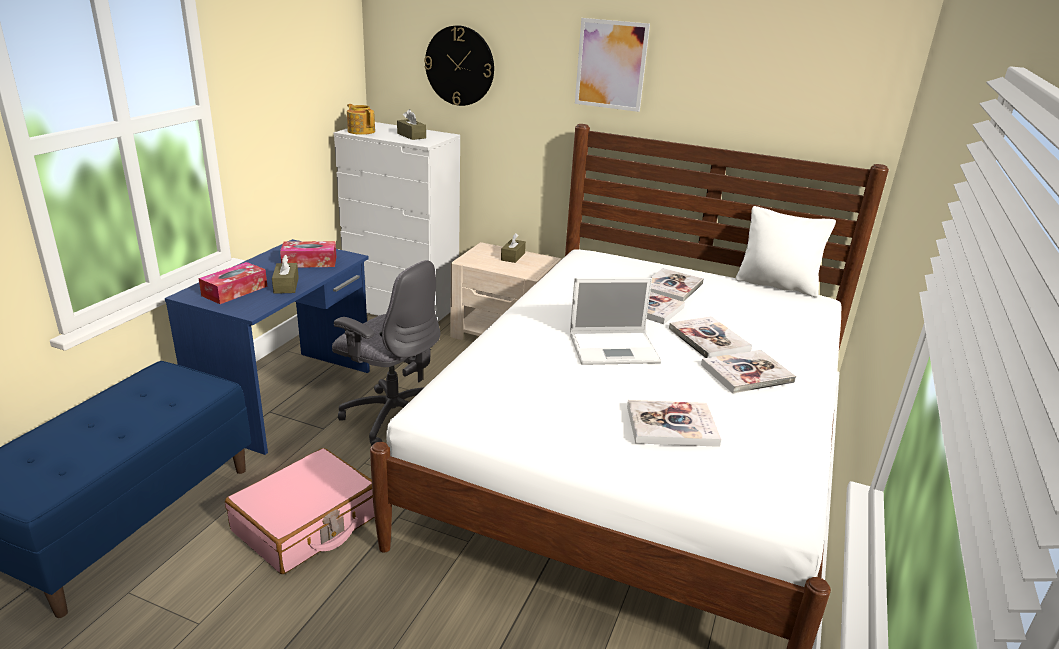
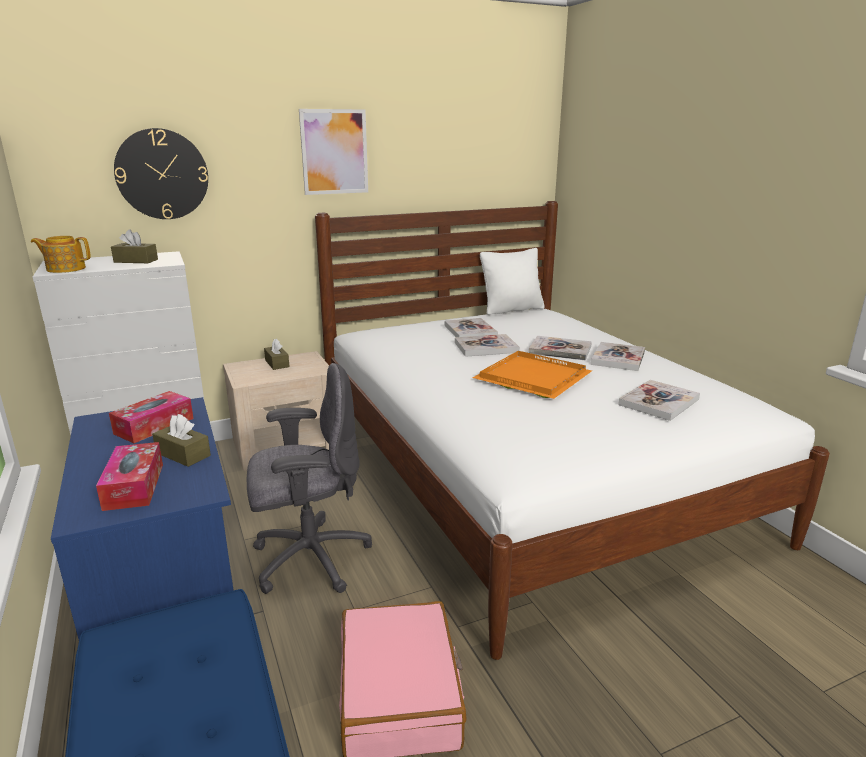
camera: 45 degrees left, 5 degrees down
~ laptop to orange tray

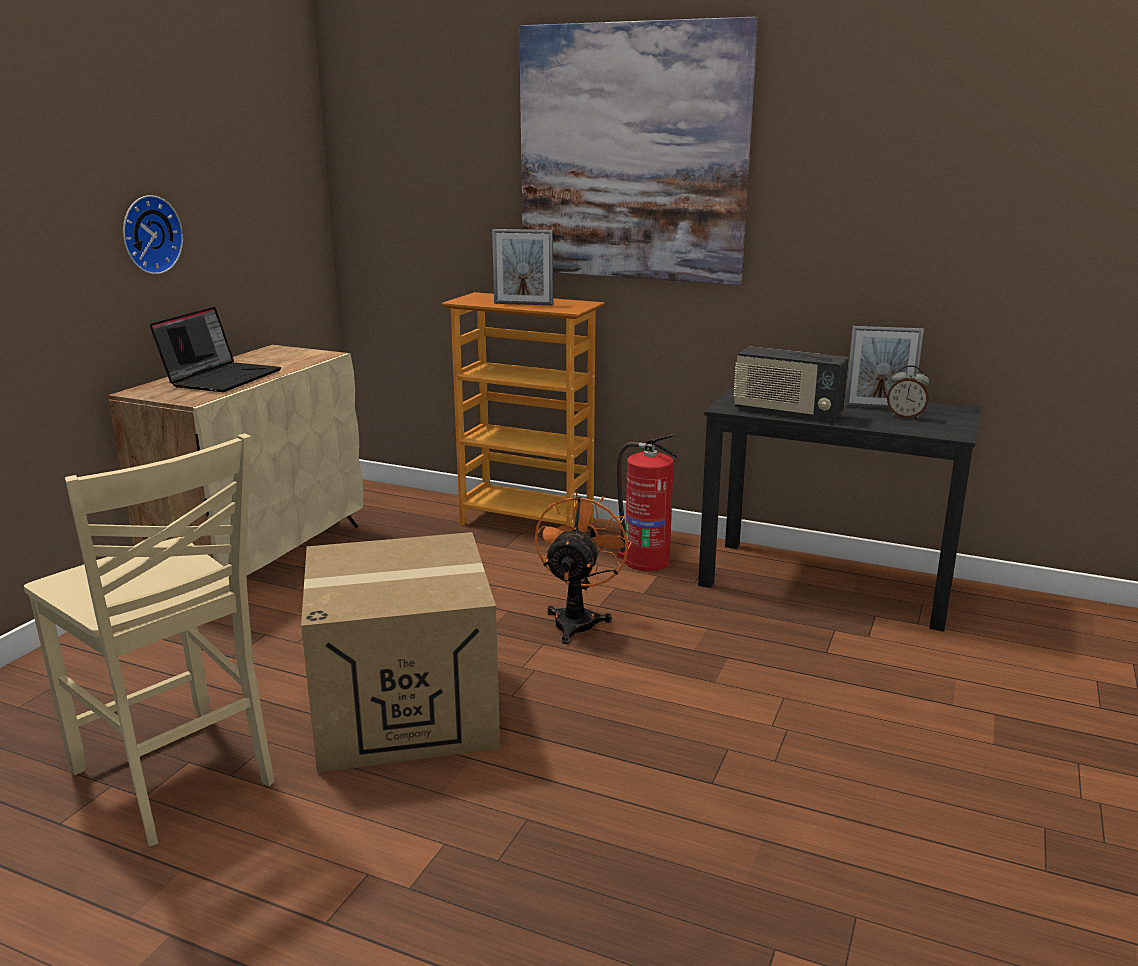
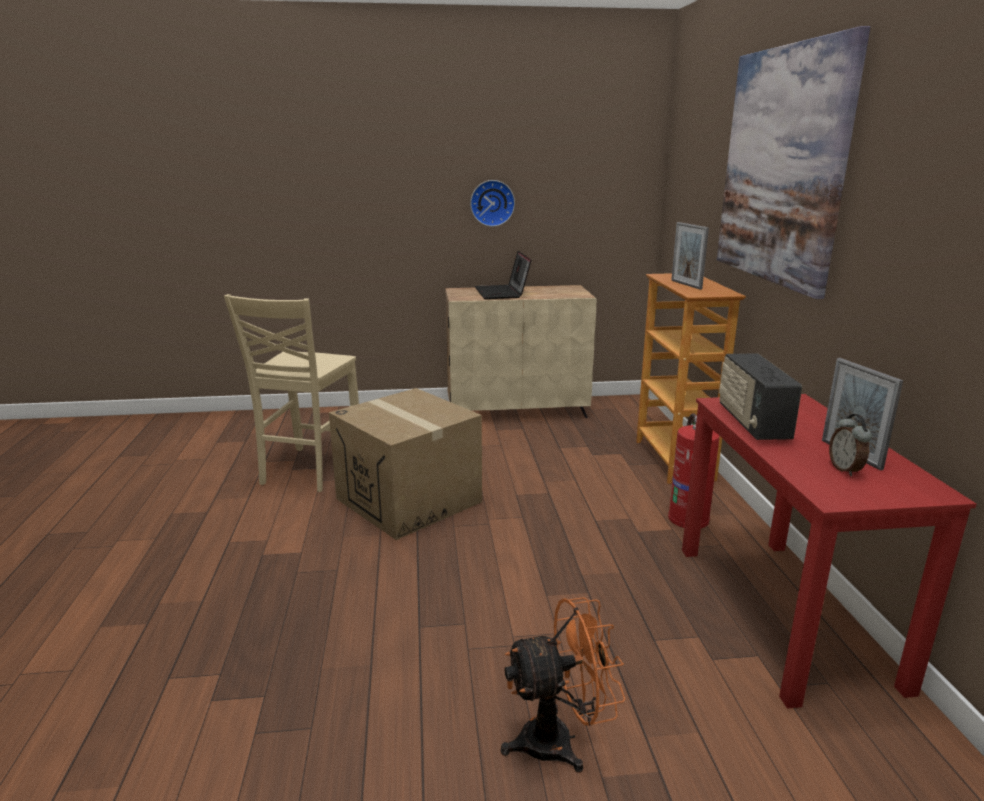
camera: 60 degrees right, 0 degrees up
~ laptop 90 degrees clockwise
~ orange fan
~ black desk to red desk

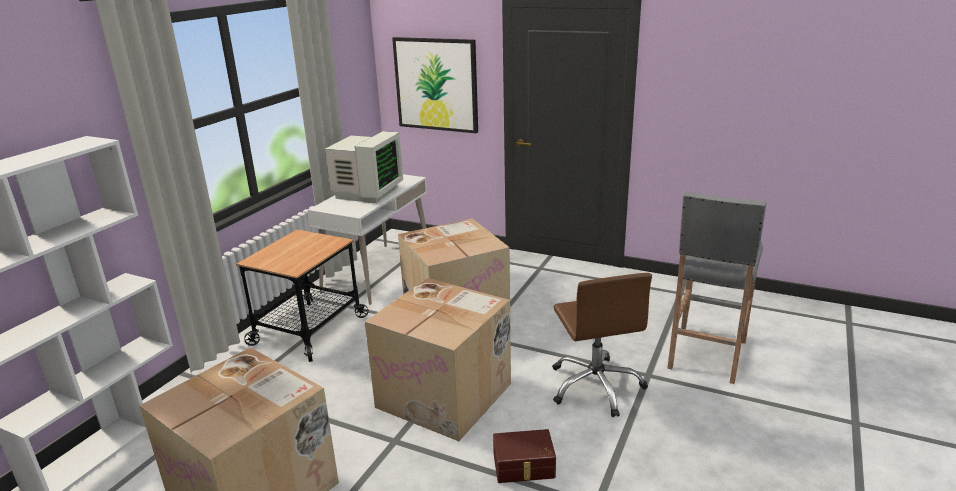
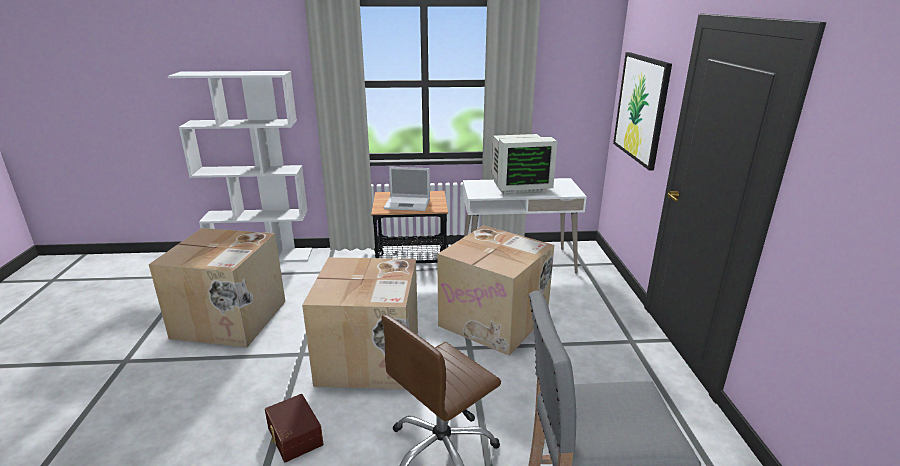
camera: 60 degrees right, 0 degrees up
+ laptop

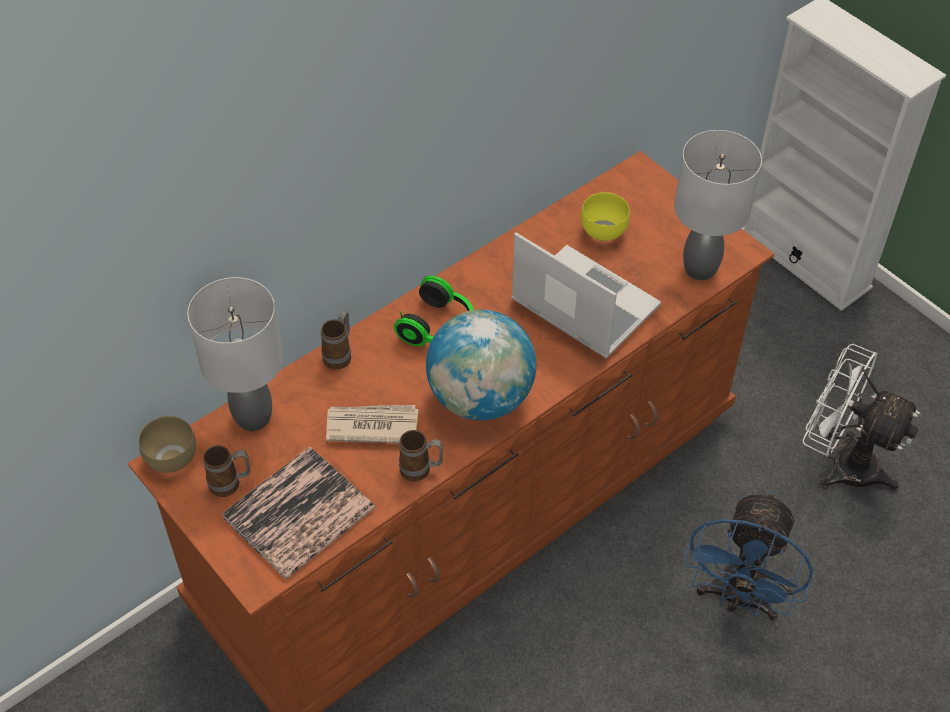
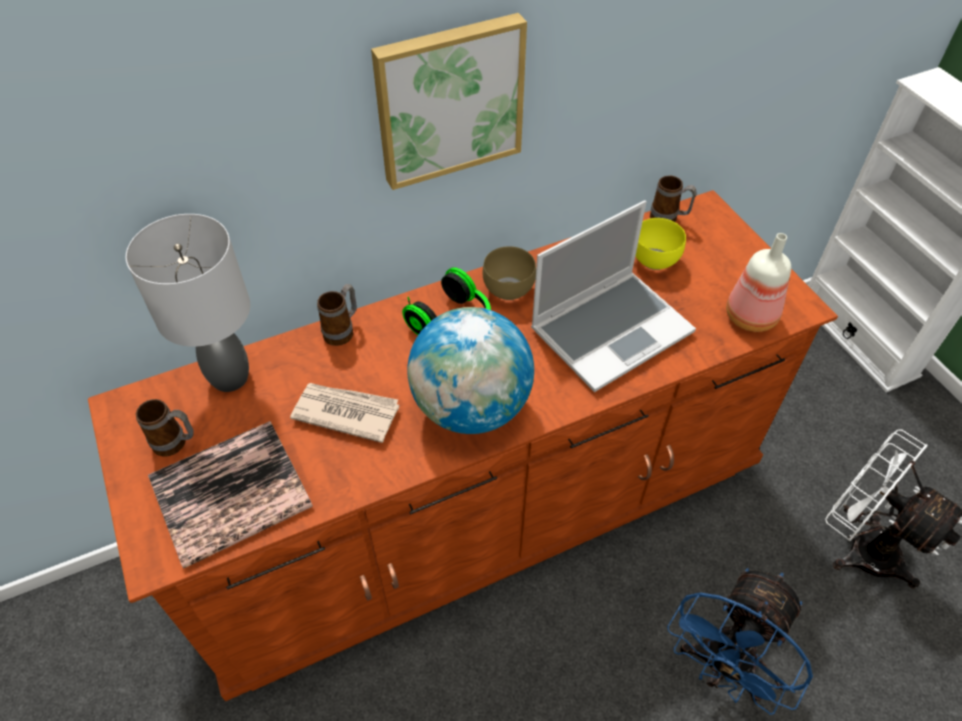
camera: 15 degrees right, 0 degrees up
+ picture
~ brown bowl
~ laptop 90 degrees clockwise
~ mug (3rd from left)
~ grey table lamp (2nd from left) to bottle

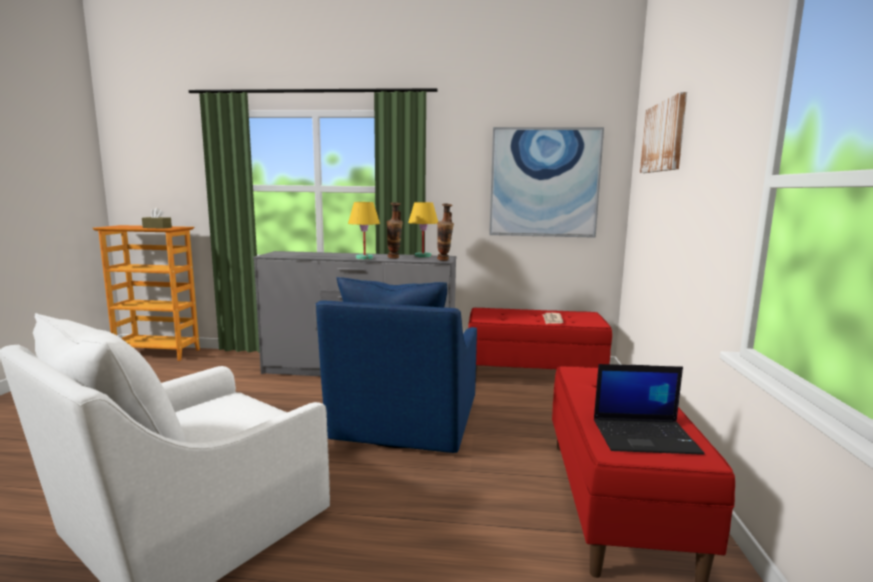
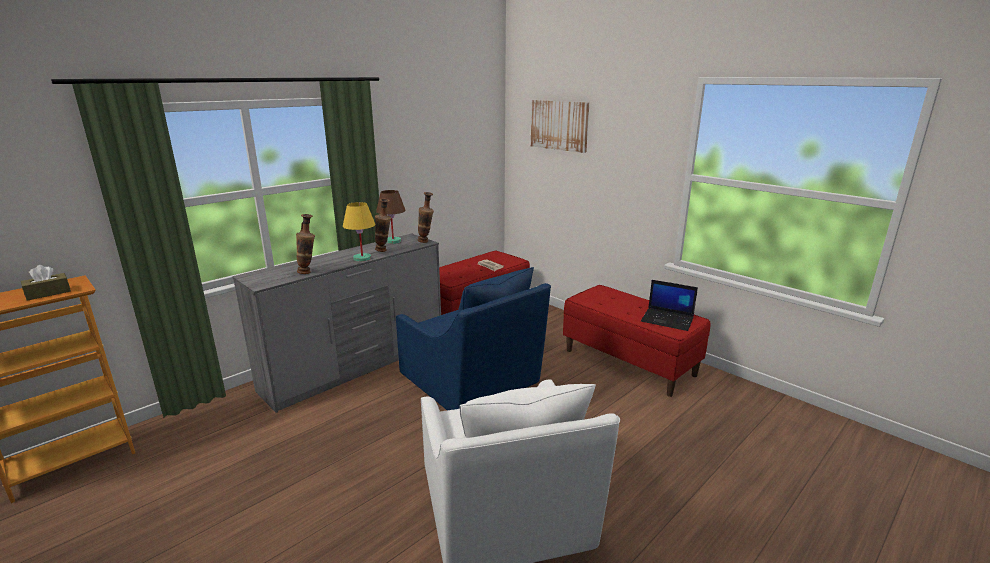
camera: 50 degrees left, 10 degrees up
+ vase (1st from left)
~ yellow table lamp (2nd from left) to brown table lamp
~ laptop 75 degrees clockwise
- picture (1st from left)

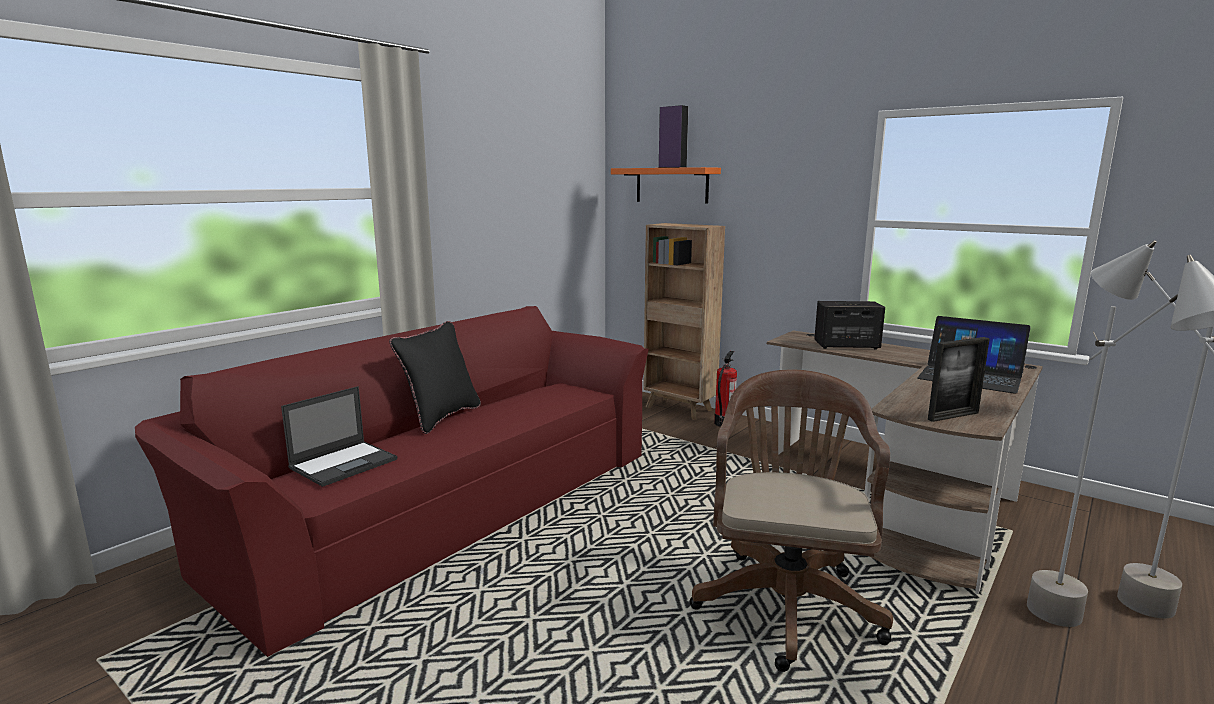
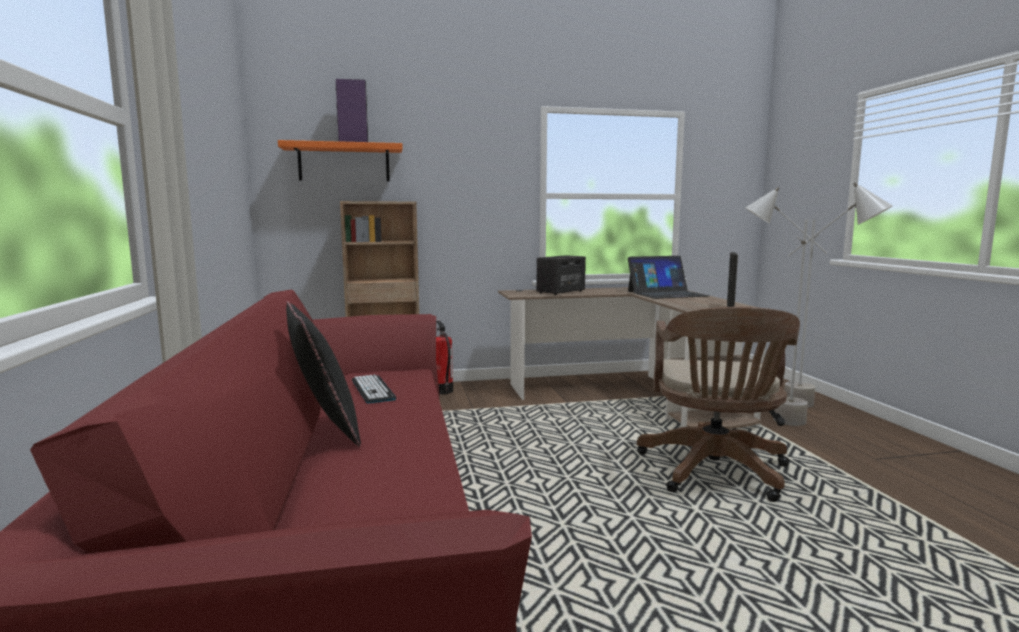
camera: 50 degrees left, 5 degrees down
+ keyboard
~ brown office chair 135 degrees counterclockwise
- laptop (1st from left)

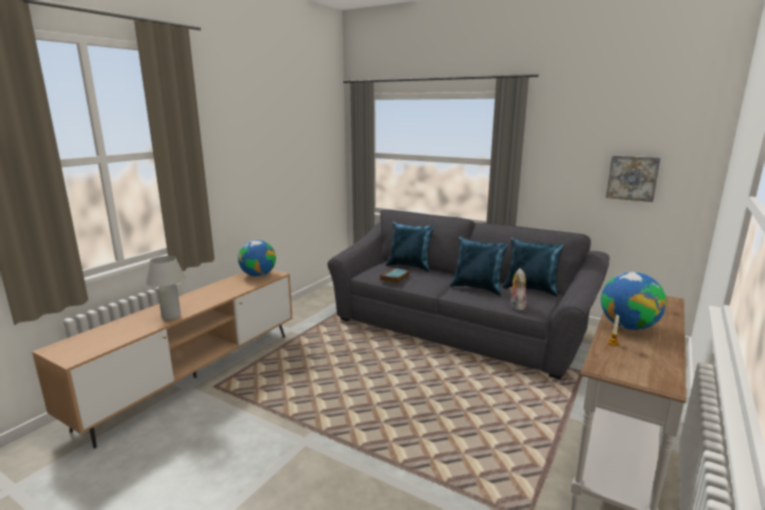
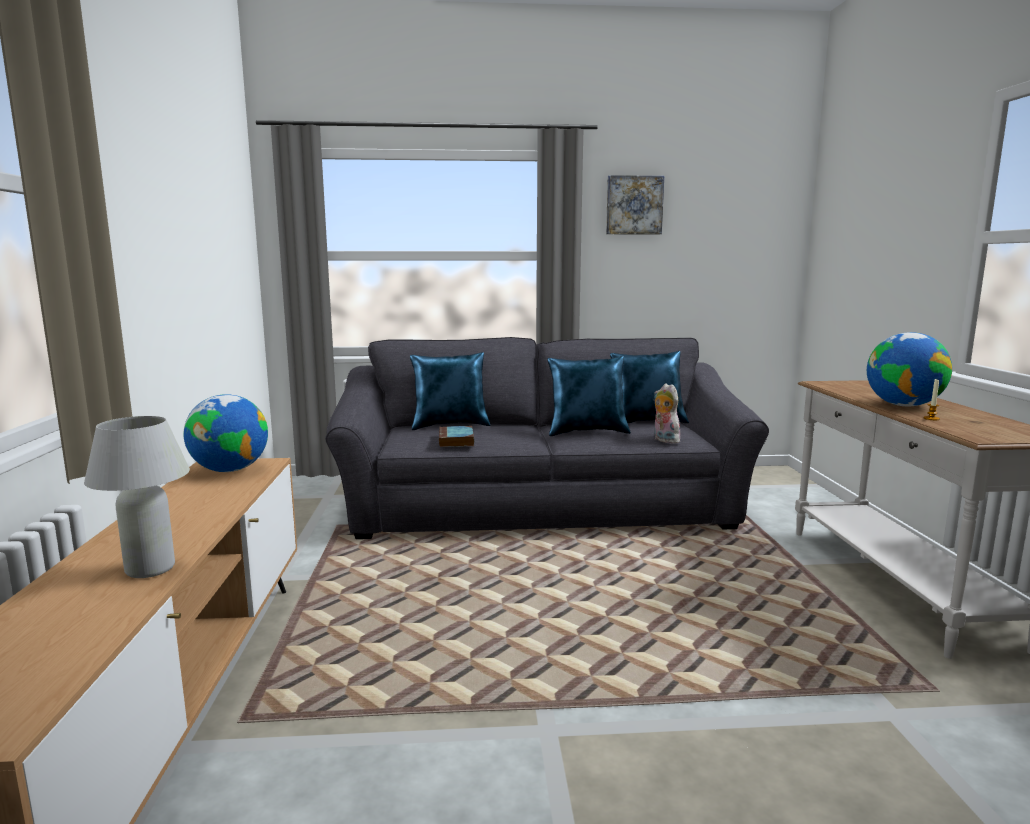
camera: 35 degrees left, 5 degrees down
~ picture

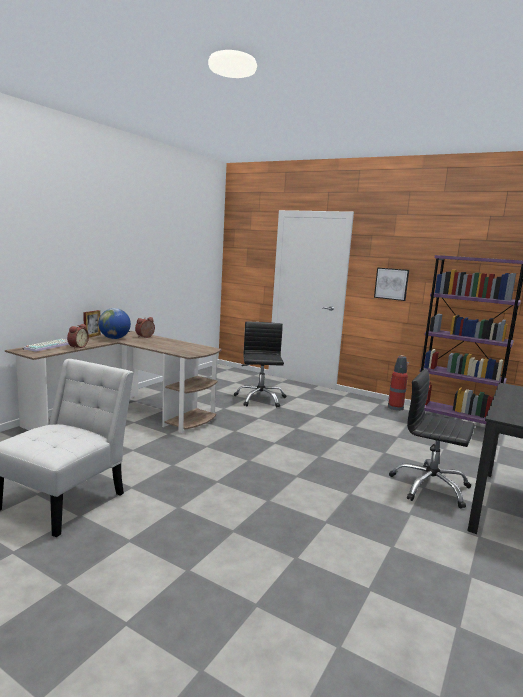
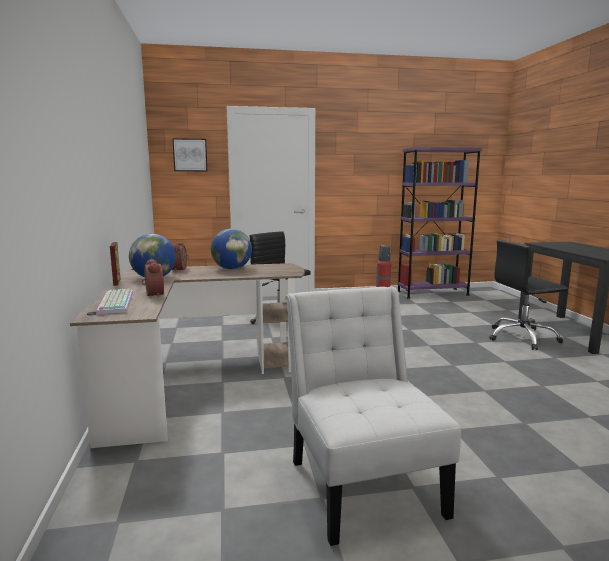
camera: 40 degrees left, 0 degrees up
~ picture
+ globe (2nd from left)

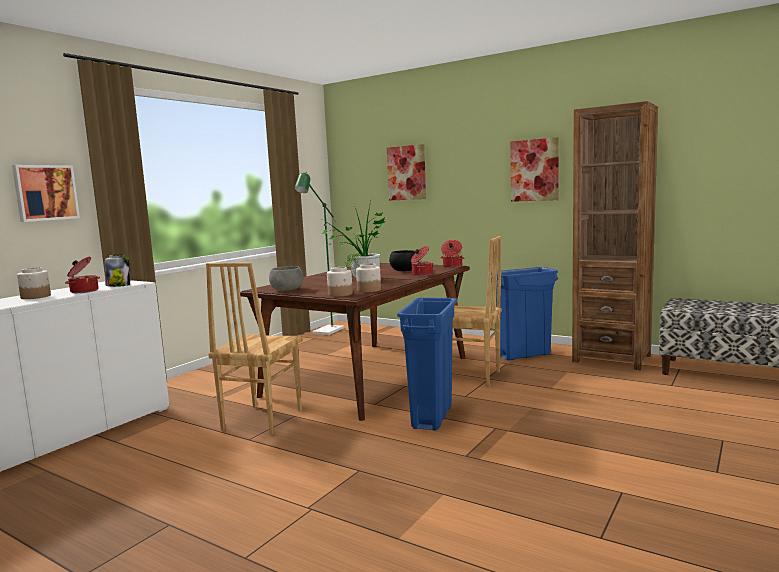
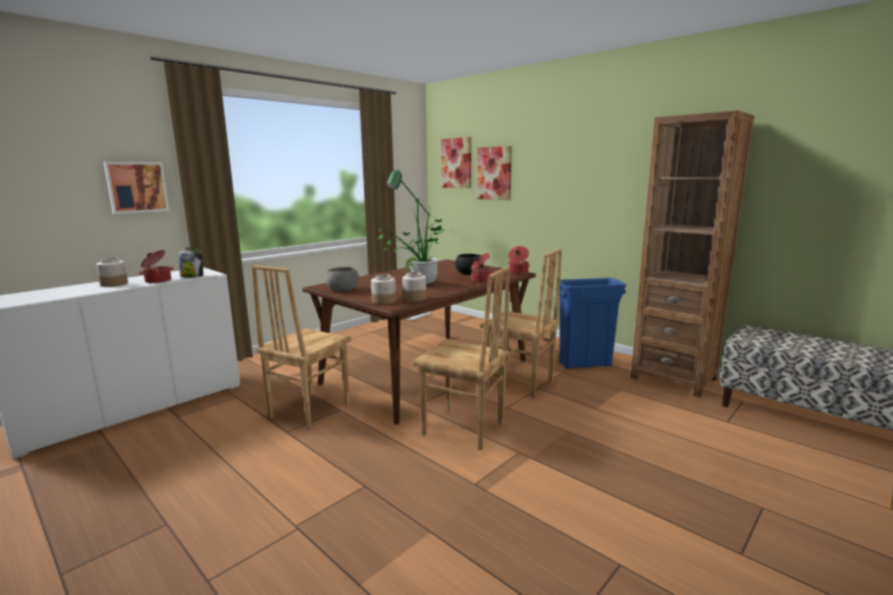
camera: 10 degrees right, 5 degrees up
~ blue trash can (1st from left) to brown chair (2nd from left)
~ picture (3rd from left in the first image) to picture (2nd from left)

